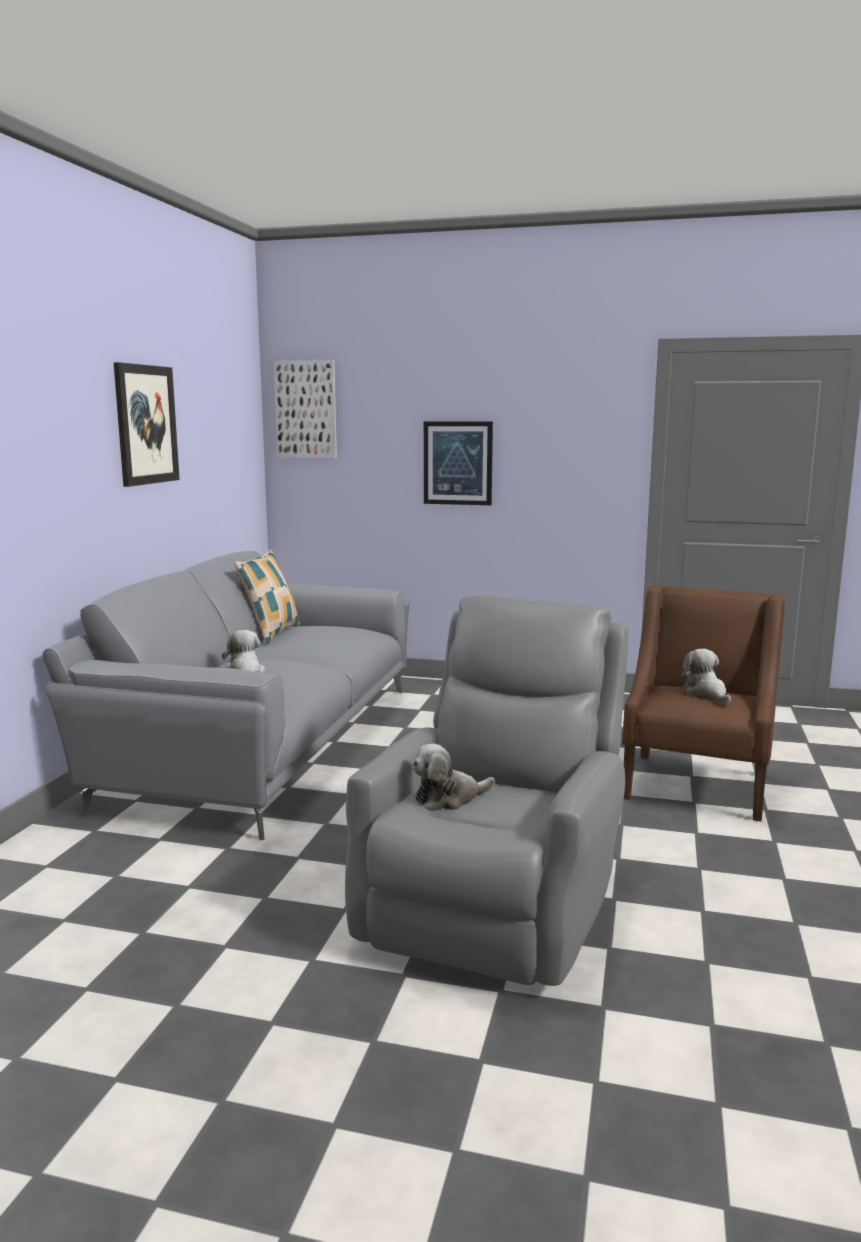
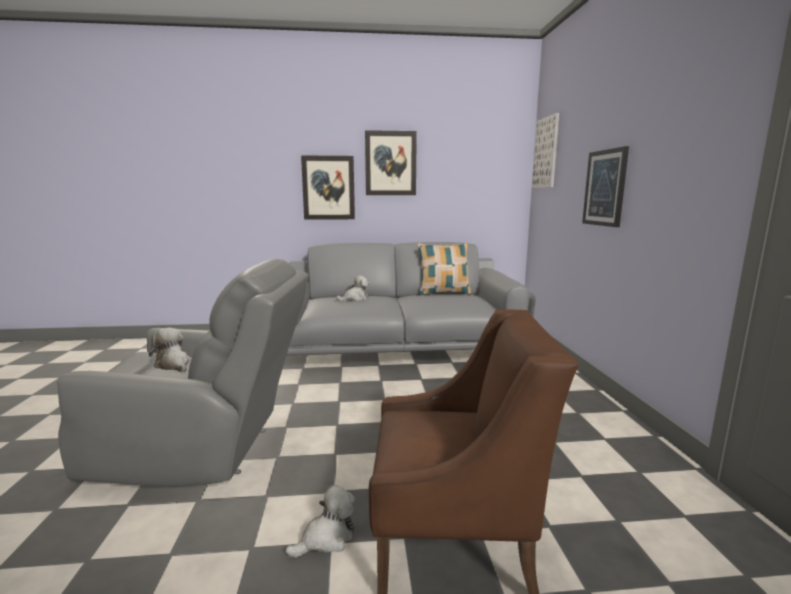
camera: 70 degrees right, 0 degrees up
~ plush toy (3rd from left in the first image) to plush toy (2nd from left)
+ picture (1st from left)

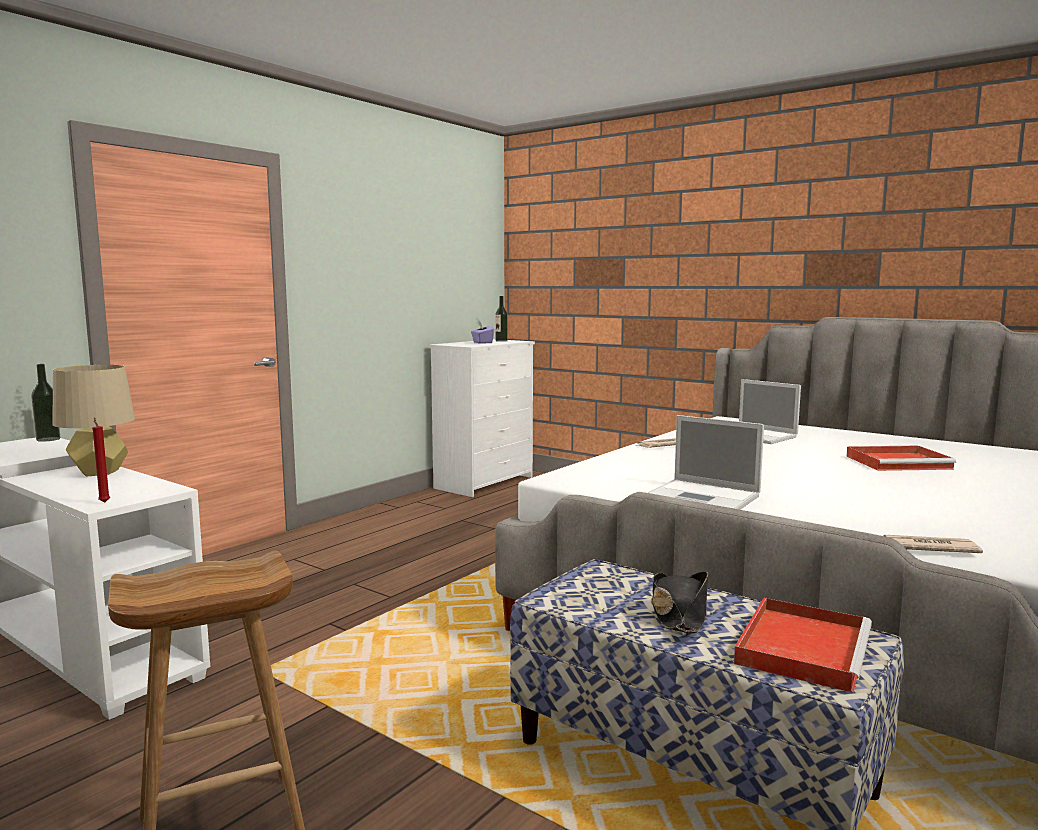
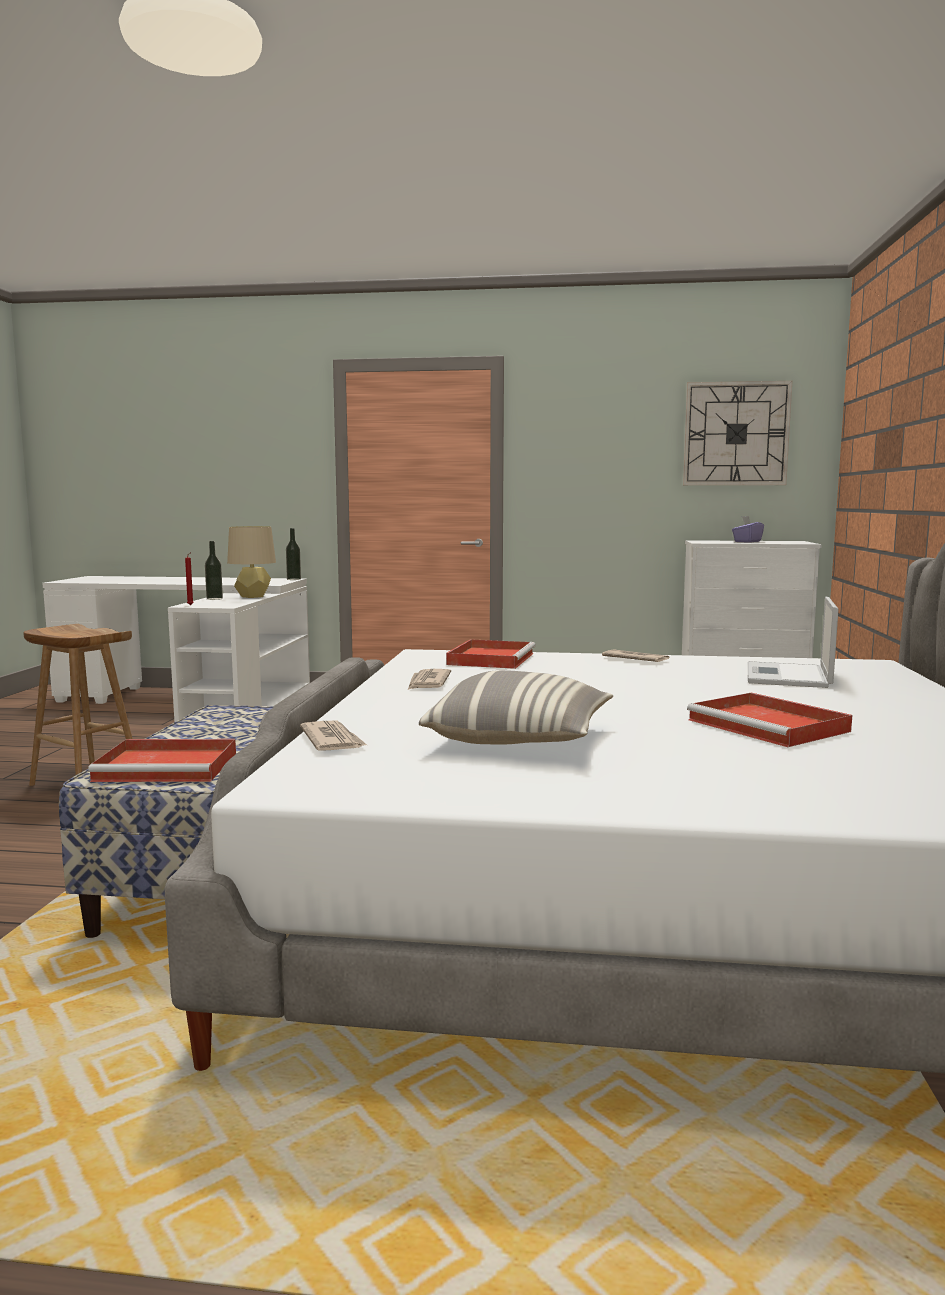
camera: 60 degrees right, 0 degrees up
~ bottle (2nd from left in the first image) to bottle (1st from left)
~ laptop (1st from left) to newspaper (2nd from left)
+ pillow
+ red tray (2nd from left)
+ wall clock
- black hat

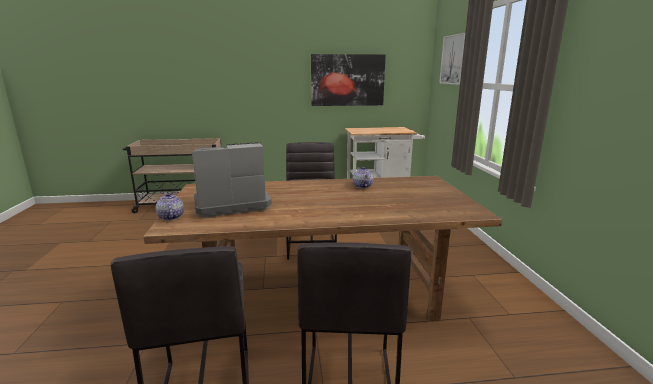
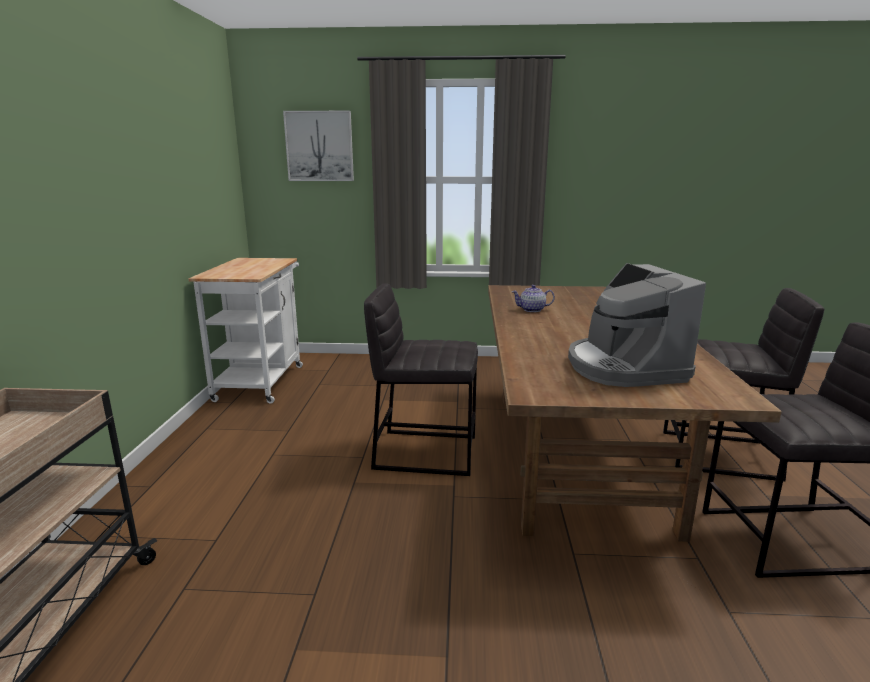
camera: 80 degrees left, 0 degrees up
- teapot (1st from left)
- picture (1st from left)

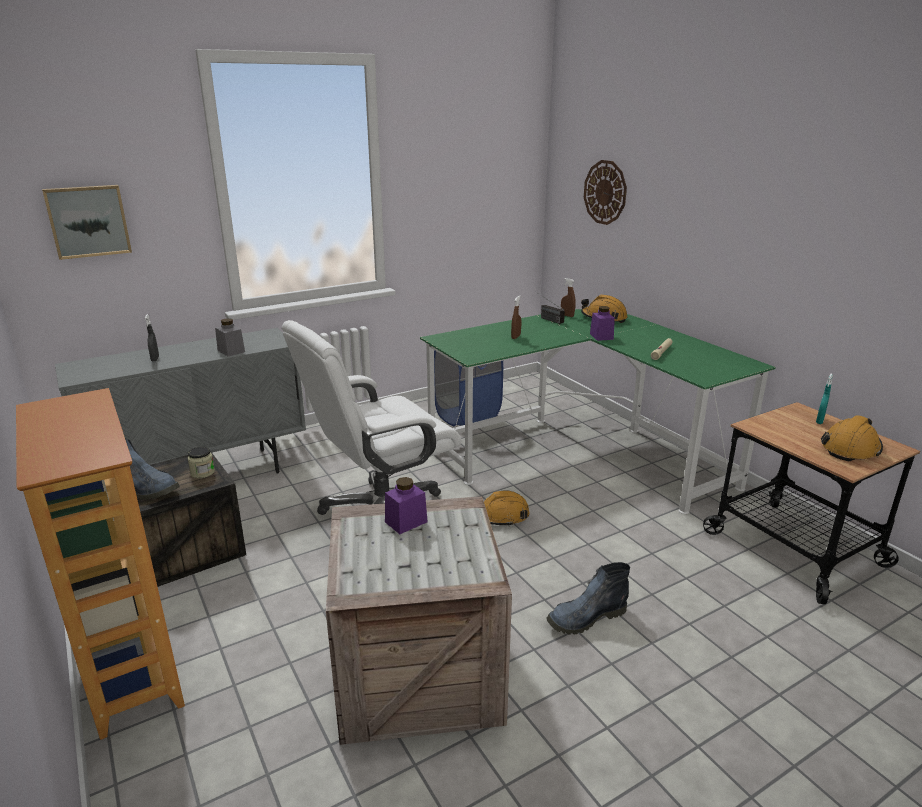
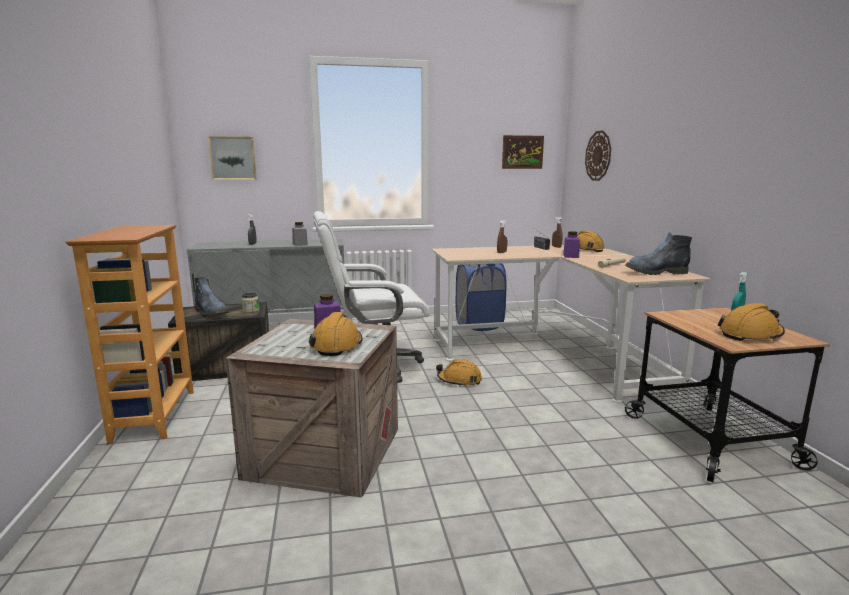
camera: 20 degrees right, 10 degrees down
+ orange hard hat (1st from left)
~ green desk to beige desk
+ picture (2nd from left)
~ boot (2nd from left)

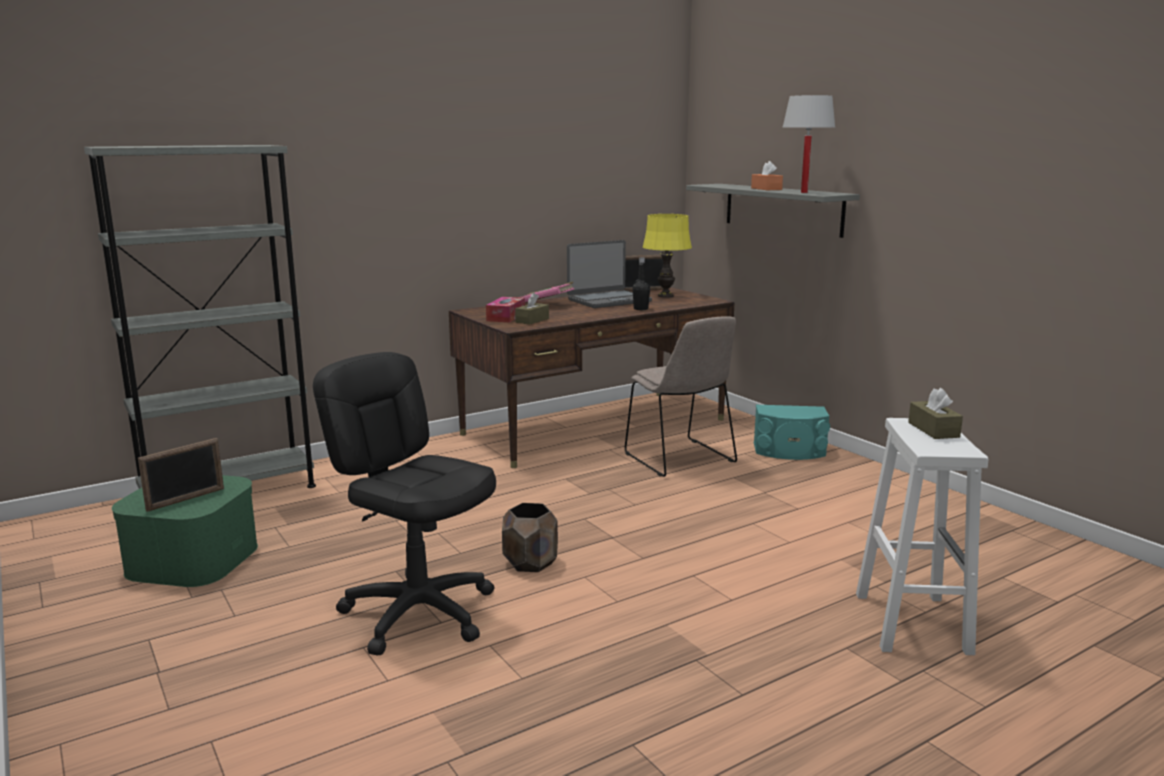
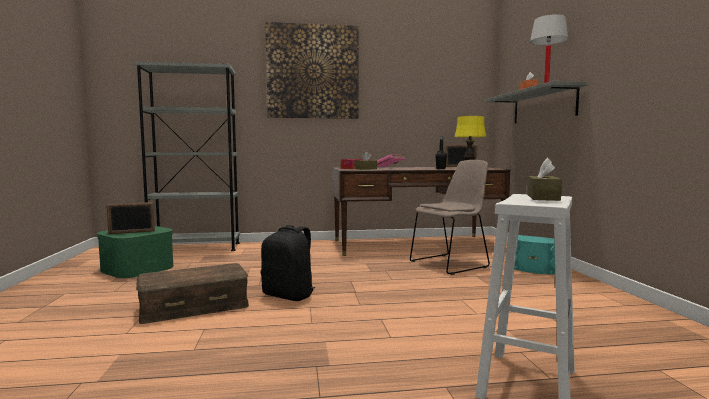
camera: 25 degrees right, 10 degrees down
~ black office chair to brown storage box
~ brown planter to black backpack
+ picture
~ beige chair 120 degrees counterclockwise
- laptop

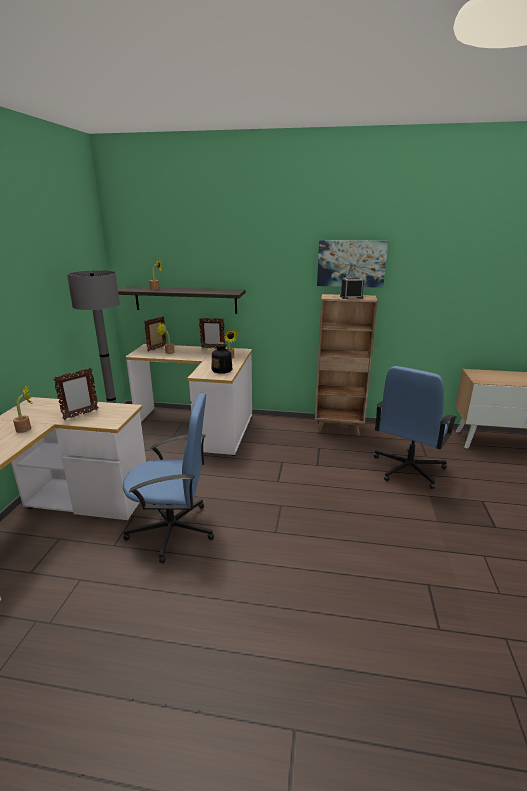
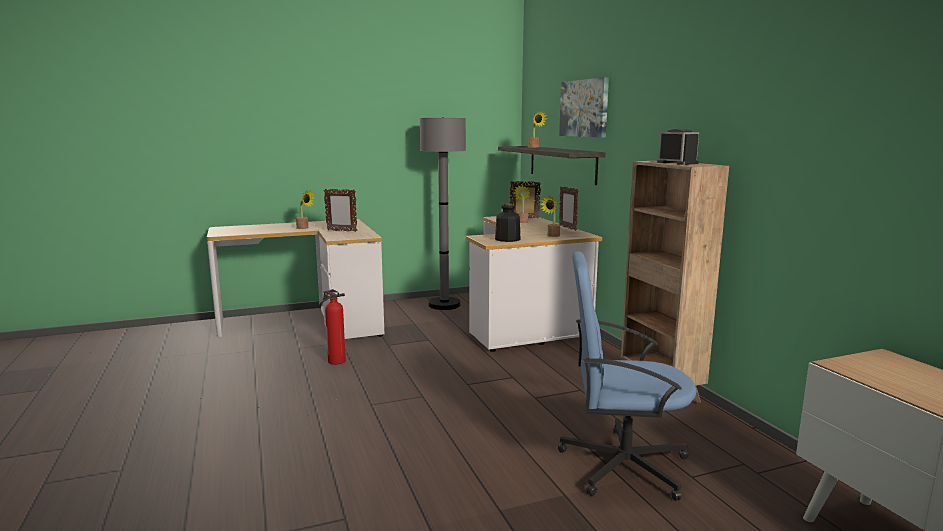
camera: 60 degrees right, 10 degrees down
~ blue office chair (1st from left) to fire extinguisher
~ picture

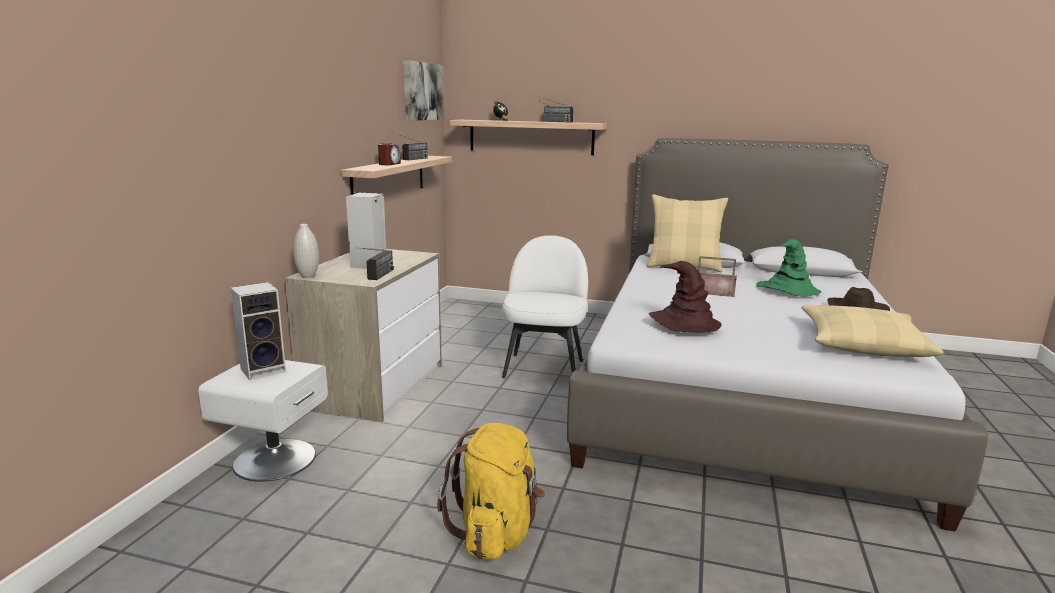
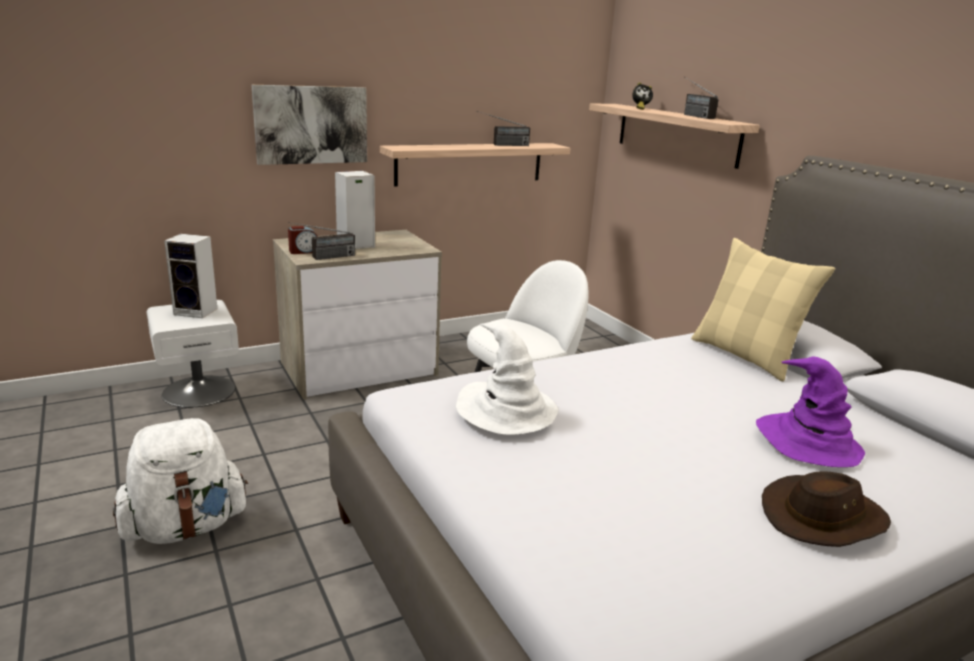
camera: 45 degrees right, 5 degrees up
~ yellow backpack to white backpack
~ picture
~ alarm clock (1st from left)
~ brown hat (1st from left) to white hat
~ green hat to purple hat
- white vase
- brown tray
- beige pillow (2nd from left)

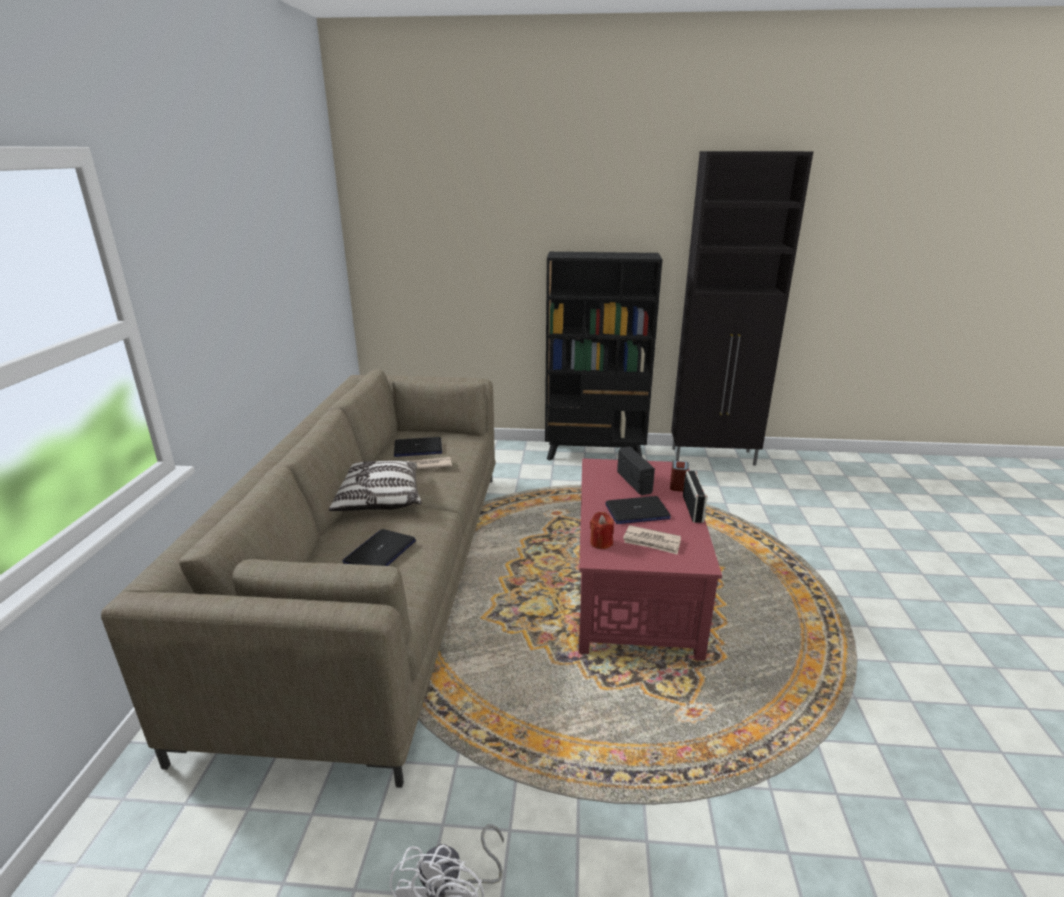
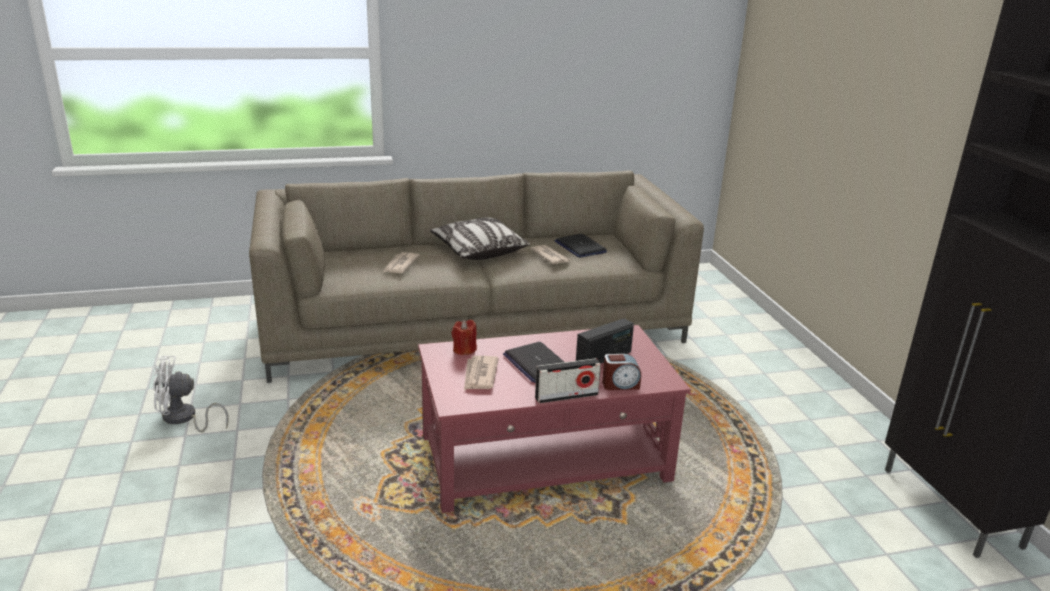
camera: 70 degrees right, 0 degrees up
~ laptop (1st from left) to newspaper (1st from left)
- black bookcase

